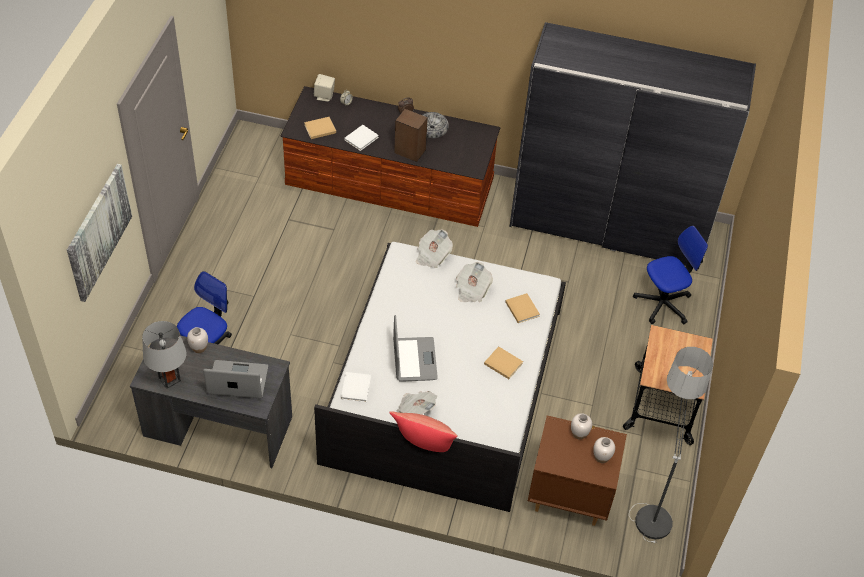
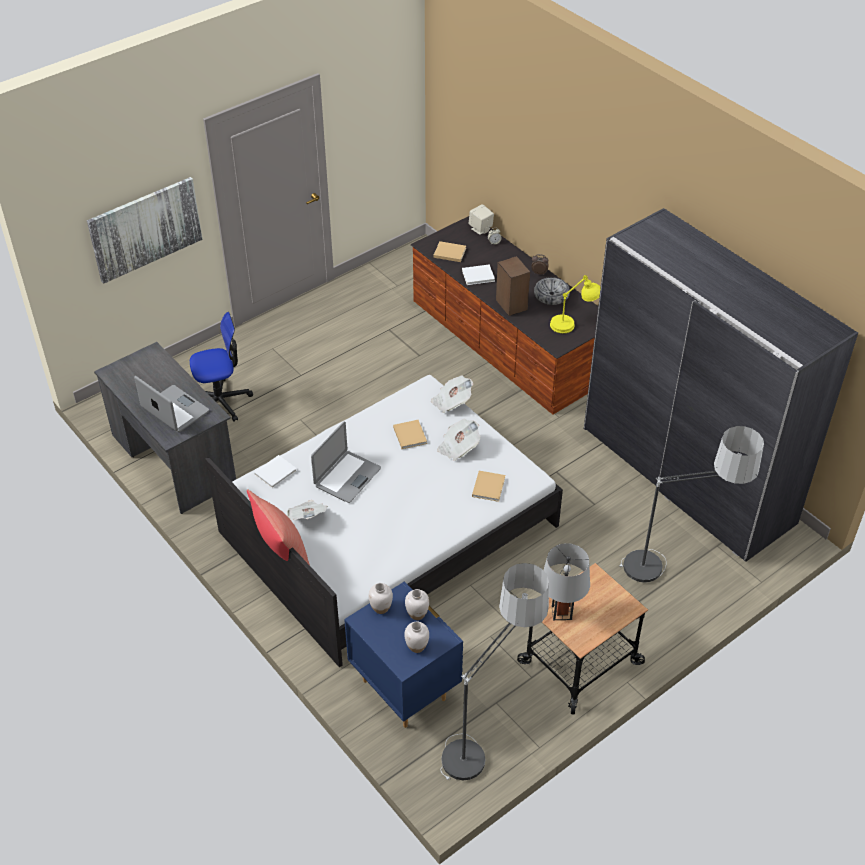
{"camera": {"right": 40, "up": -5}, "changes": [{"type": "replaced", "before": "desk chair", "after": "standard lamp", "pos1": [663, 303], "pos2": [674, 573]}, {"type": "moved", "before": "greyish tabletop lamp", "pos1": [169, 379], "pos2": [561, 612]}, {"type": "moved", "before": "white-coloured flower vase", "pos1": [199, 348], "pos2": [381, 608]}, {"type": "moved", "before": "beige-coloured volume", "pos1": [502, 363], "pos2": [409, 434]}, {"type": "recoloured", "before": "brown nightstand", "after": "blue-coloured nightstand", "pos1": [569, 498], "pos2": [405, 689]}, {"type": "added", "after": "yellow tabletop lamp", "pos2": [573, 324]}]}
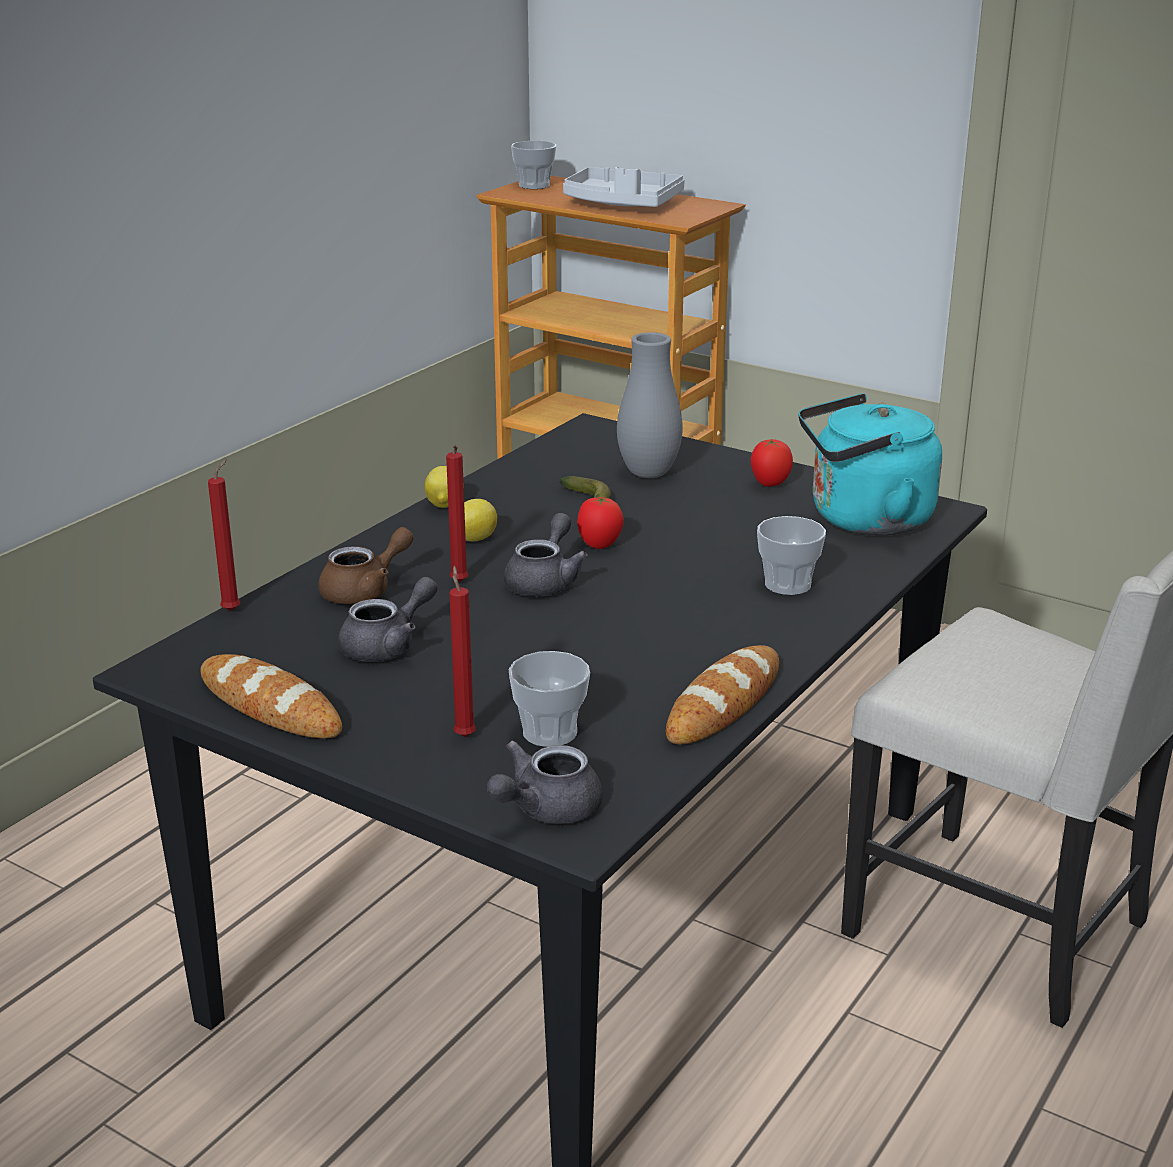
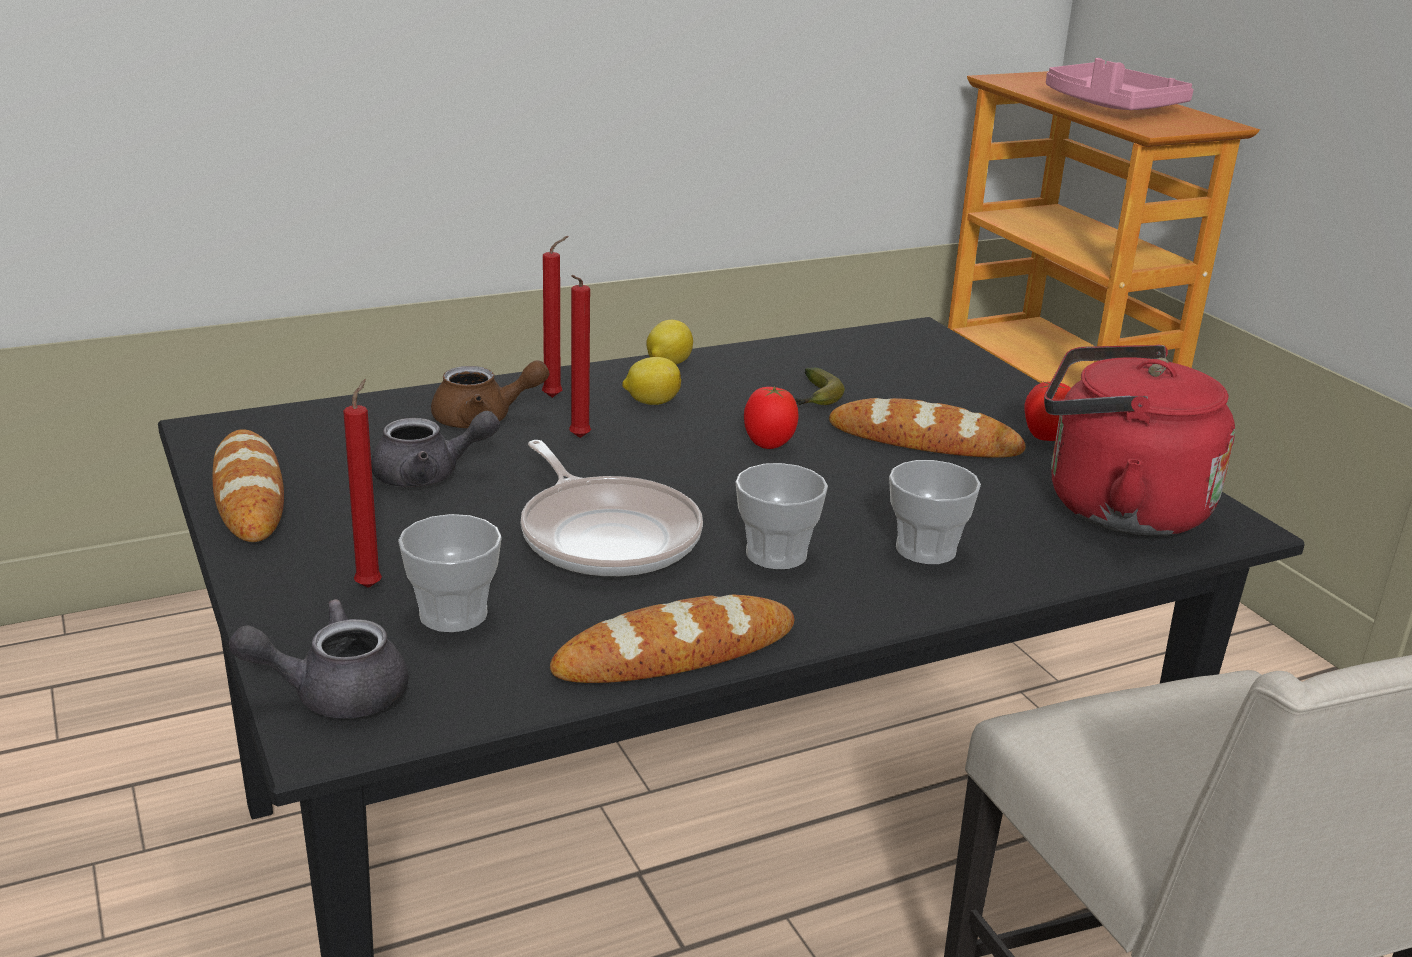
{"camera": {"right": 30, "up": 0}, "changes": [{"type": "moved", "before": "small cup", "pos1": [534, 185], "pos2": [776, 554]}, {"type": "recoloured", "before": "greyish serving tray", "after": "pinkish serving tray", "pos1": [622, 204], "pos2": [1110, 106]}, {"type": "removed", "before": "greyish flower vase", "pos1": [648, 473]}, {"type": "recoloured", "before": "turquoise-coloured kettle", "after": "red-coloured kettle", "pos1": [863, 520], "pos2": [1115, 508]}, {"type": "moved", "before": "red-coloured wax light", "pos1": [233, 609], "pos2": [555, 397]}, {"type": "removed", "before": "greyish pot for tea", "pos1": [545, 581]}, {"type": "added", "after": "bread", "pos2": [924, 441]}, {"type": "added", "after": "frying pan", "pos2": [607, 535]}]}
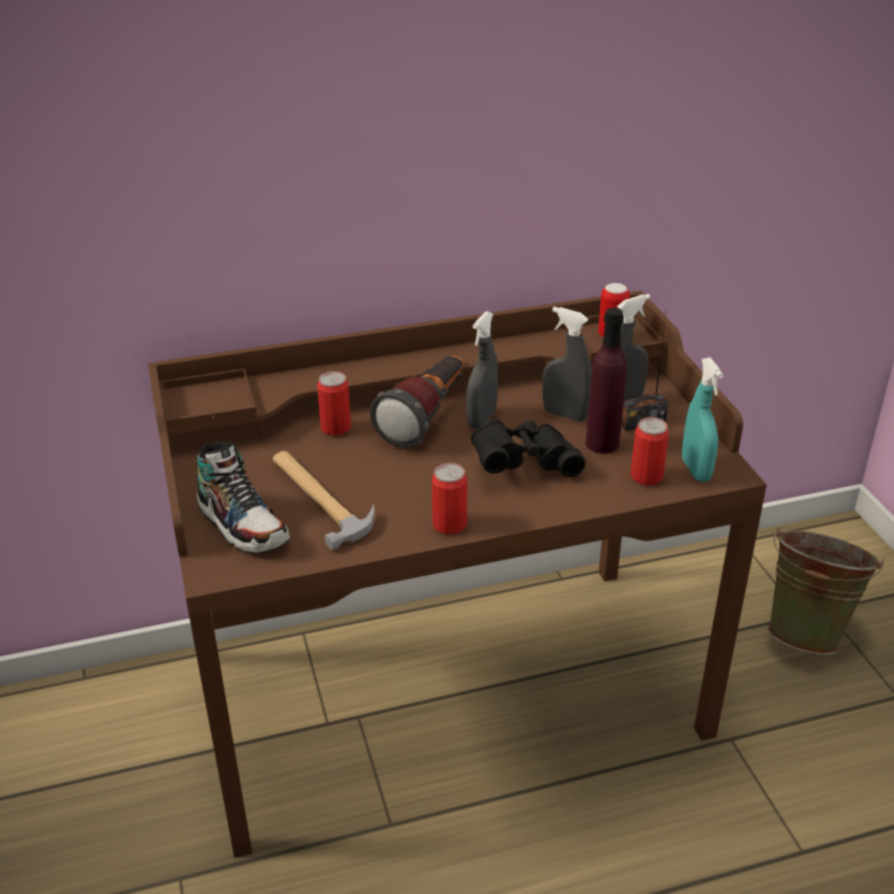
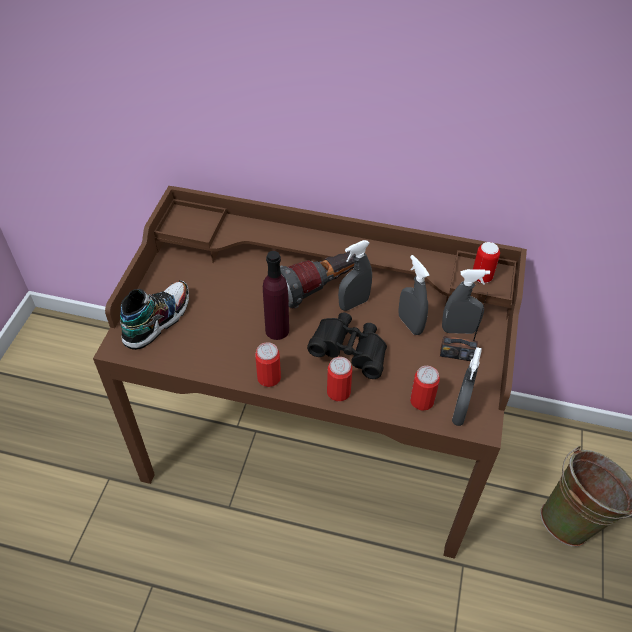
{"camera": {"right": 30, "up": 15}, "changes": [{"type": "moved", "before": "purple drink bottle", "pos1": [602, 443], "pos2": [277, 330]}, {"type": "recoloured", "before": "turquoise-coloured sprayer", "after": "greyish sprayer", "pos1": [695, 470], "pos2": [460, 412]}, {"type": "moved", "before": "metal can", "pos1": [335, 428], "pos2": [338, 392]}, {"type": "turned", "before": "item of footwear", "pos1": [242, 524], "pos2": [157, 320], "turn": -135}, {"type": "removed", "before": "hammer", "pos1": [319, 498]}]}
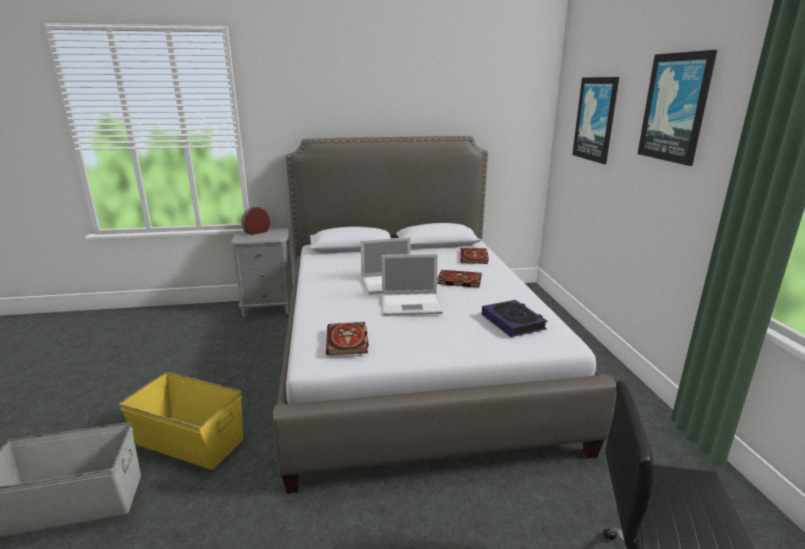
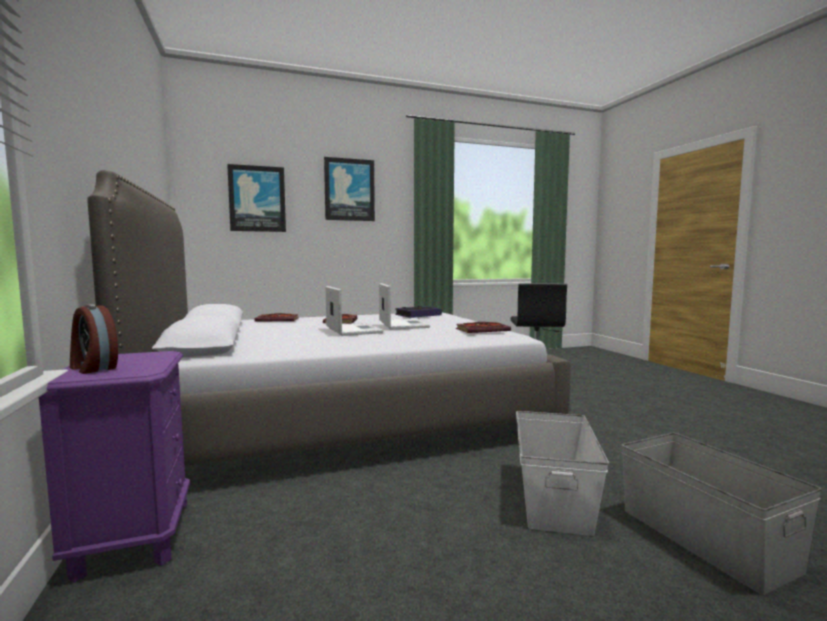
{"camera": {"right": -100, "up": -15}, "changes": [{"type": "recoloured", "before": "greyish nightstand", "after": "purple nightstand", "pos1": [269, 308], "pos2": [133, 537]}, {"type": "recoloured", "before": "yellow storage box", "after": "white-coloured storage box", "pos1": [190, 442], "pos2": [554, 497]}]}
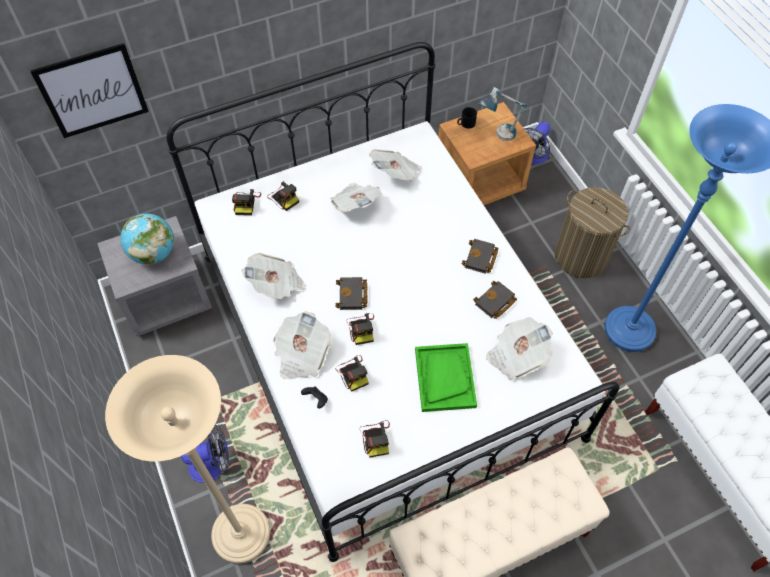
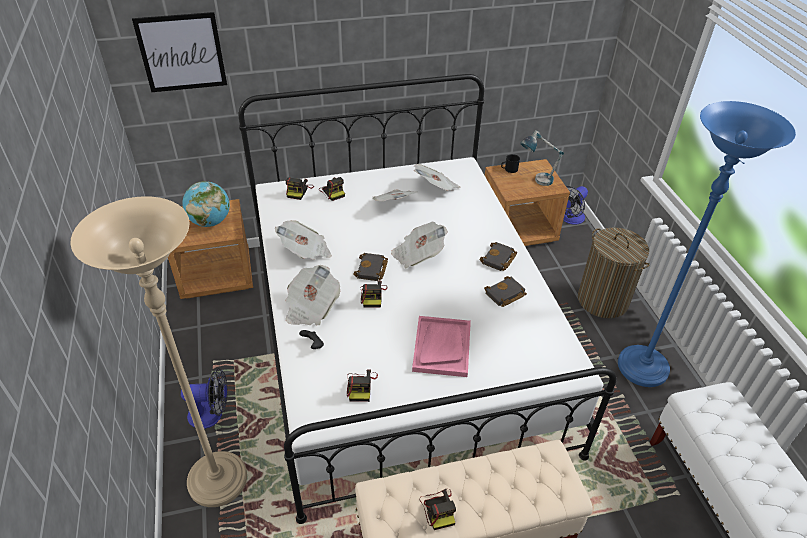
{"camera": {"right": 10, "up": -15}, "changes": [{"type": "recoloured", "before": "greyish nightstand", "after": "brown nightstand", "pos1": [166, 298], "pos2": [217, 275]}, {"type": "moved", "before": "daily paper", "pos1": [516, 356], "pos2": [418, 255]}, {"type": "recoloured", "before": "green serving tray", "after": "pinkish serving tray", "pos1": [444, 378], "pos2": [441, 347]}, {"type": "moved", "before": "photo camera", "pos1": [353, 373], "pos2": [438, 508]}]}
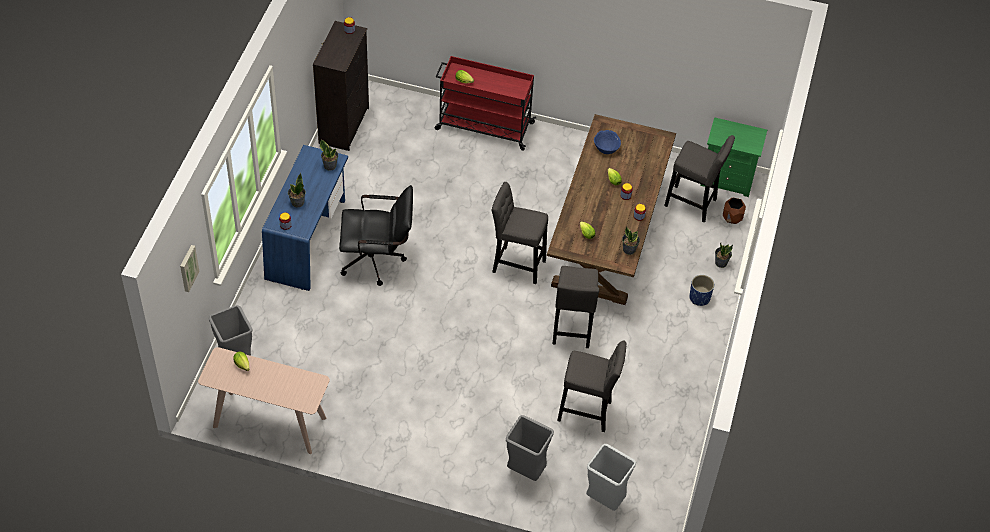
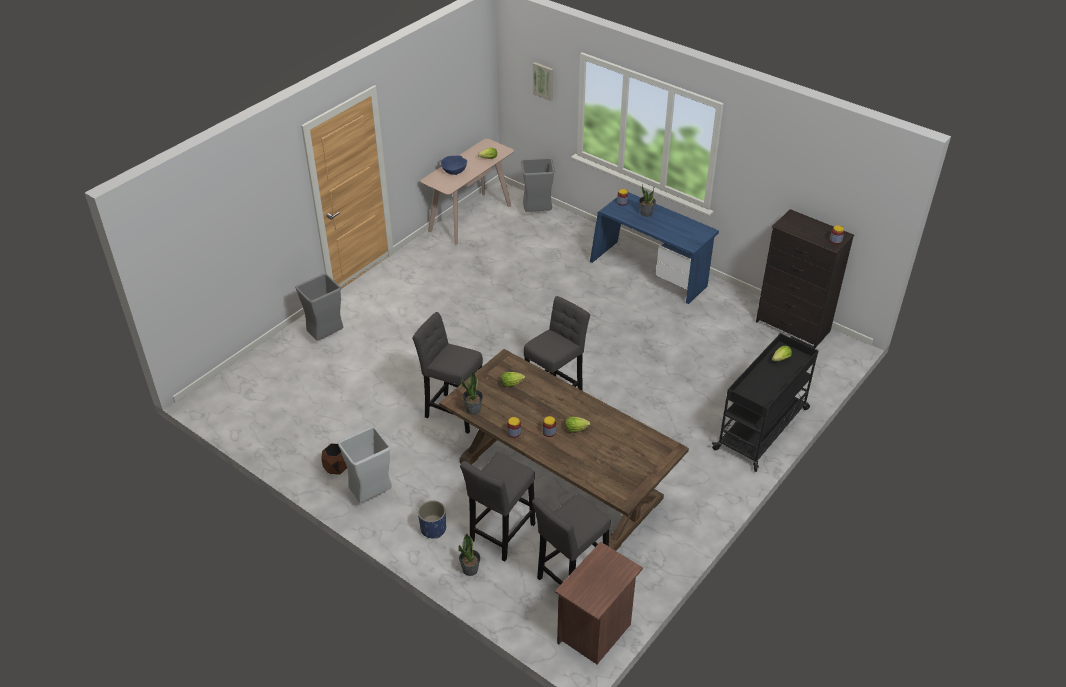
{"camera": {"right": 115, "up": -10}, "changes": [{"type": "recoloured", "before": "red-coloured cart", "after": "black cart", "pos1": [483, 126], "pos2": [762, 428]}, {"type": "recoloured", "before": "green nightstand", "after": "brown nightstand", "pos1": [728, 179], "pos2": [595, 633]}, {"type": "moved", "before": "blue-coloured bowl", "pos1": [606, 148], "pos2": [454, 171]}, {"type": "removed", "before": "houseplant", "pos1": [330, 165]}, {"type": "removed", "before": "black desk chair", "pos1": [377, 260]}, {"type": "moved", "before": "brown flower pot", "pos1": [732, 218], "pos2": [336, 467]}, {"type": "moved", "before": "greyish sitting stool", "pos1": [587, 412], "pos2": [500, 535]}, {"type": "moved", "before": "greyish rubbish bin", "pos1": [605, 500], "pos2": [371, 496]}]}
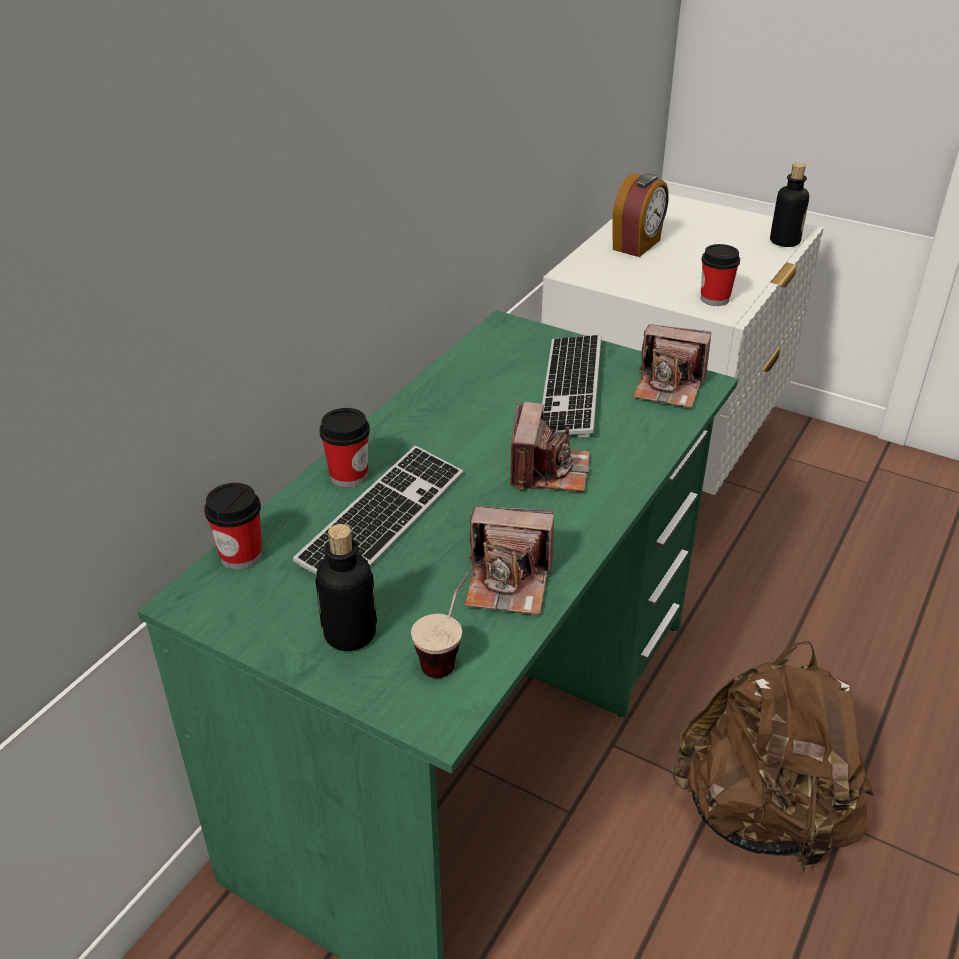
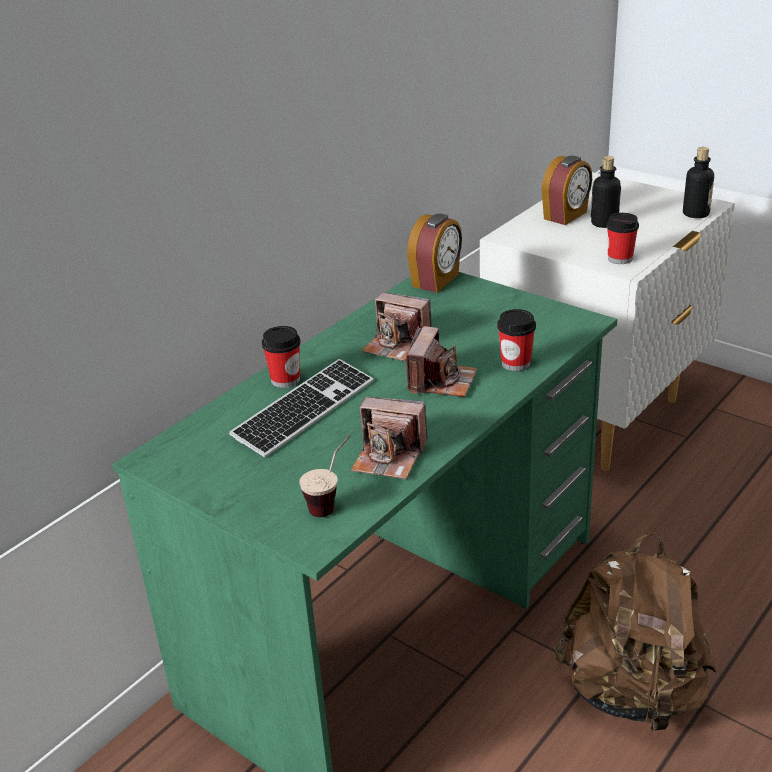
{"camera": {"right": 10, "up": -5}, "changes": [{"type": "moved", "before": "photo camera", "pos1": [669, 387], "pos2": [396, 344]}, {"type": "removed", "before": "keyboard", "pos1": [570, 388]}, {"type": "moved", "before": "small cup", "pos1": [241, 556], "pos2": [516, 363]}, {"type": "moved", "before": "drink bottle", "pos1": [350, 634], "pos2": [604, 223]}, {"type": "added", "after": "table clock", "pos2": [436, 280]}]}
